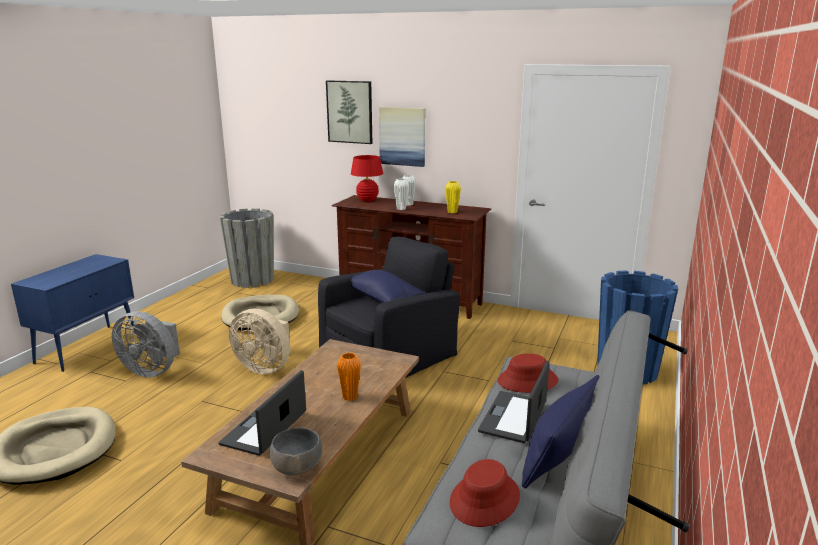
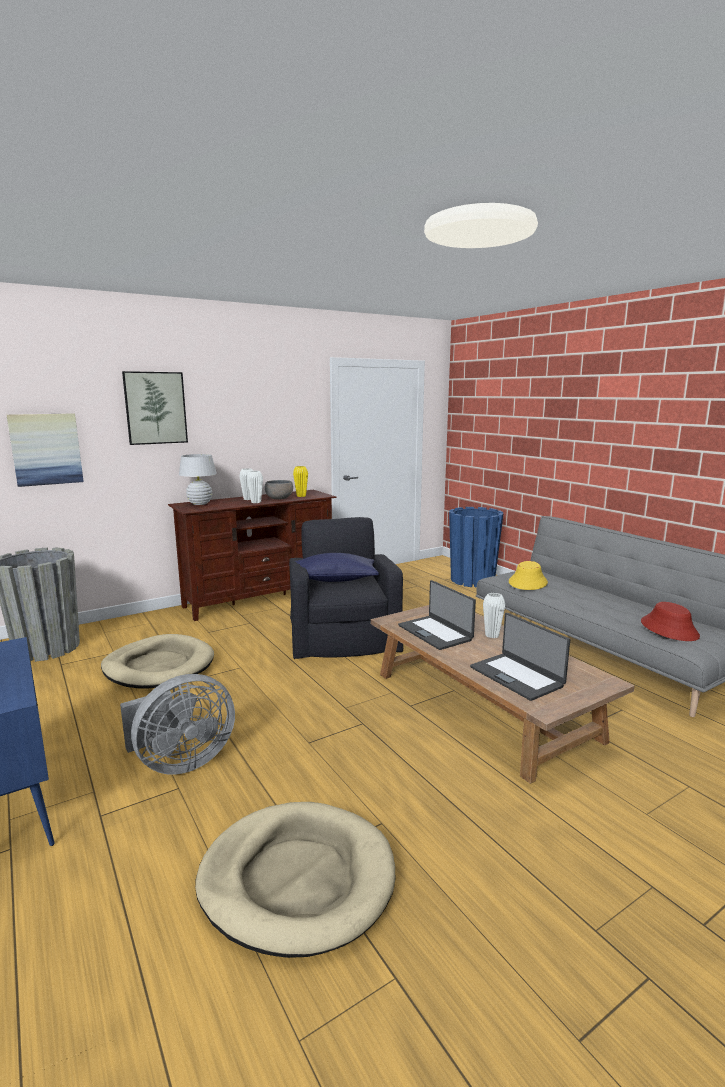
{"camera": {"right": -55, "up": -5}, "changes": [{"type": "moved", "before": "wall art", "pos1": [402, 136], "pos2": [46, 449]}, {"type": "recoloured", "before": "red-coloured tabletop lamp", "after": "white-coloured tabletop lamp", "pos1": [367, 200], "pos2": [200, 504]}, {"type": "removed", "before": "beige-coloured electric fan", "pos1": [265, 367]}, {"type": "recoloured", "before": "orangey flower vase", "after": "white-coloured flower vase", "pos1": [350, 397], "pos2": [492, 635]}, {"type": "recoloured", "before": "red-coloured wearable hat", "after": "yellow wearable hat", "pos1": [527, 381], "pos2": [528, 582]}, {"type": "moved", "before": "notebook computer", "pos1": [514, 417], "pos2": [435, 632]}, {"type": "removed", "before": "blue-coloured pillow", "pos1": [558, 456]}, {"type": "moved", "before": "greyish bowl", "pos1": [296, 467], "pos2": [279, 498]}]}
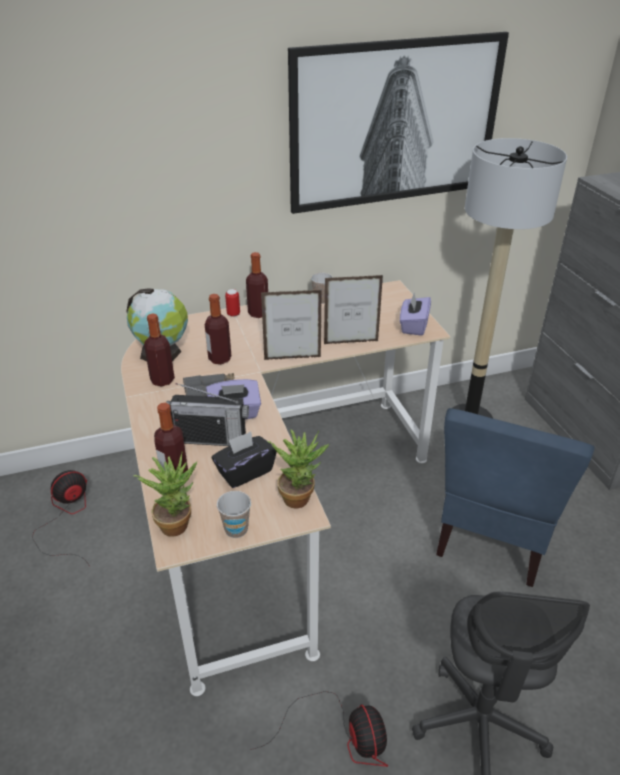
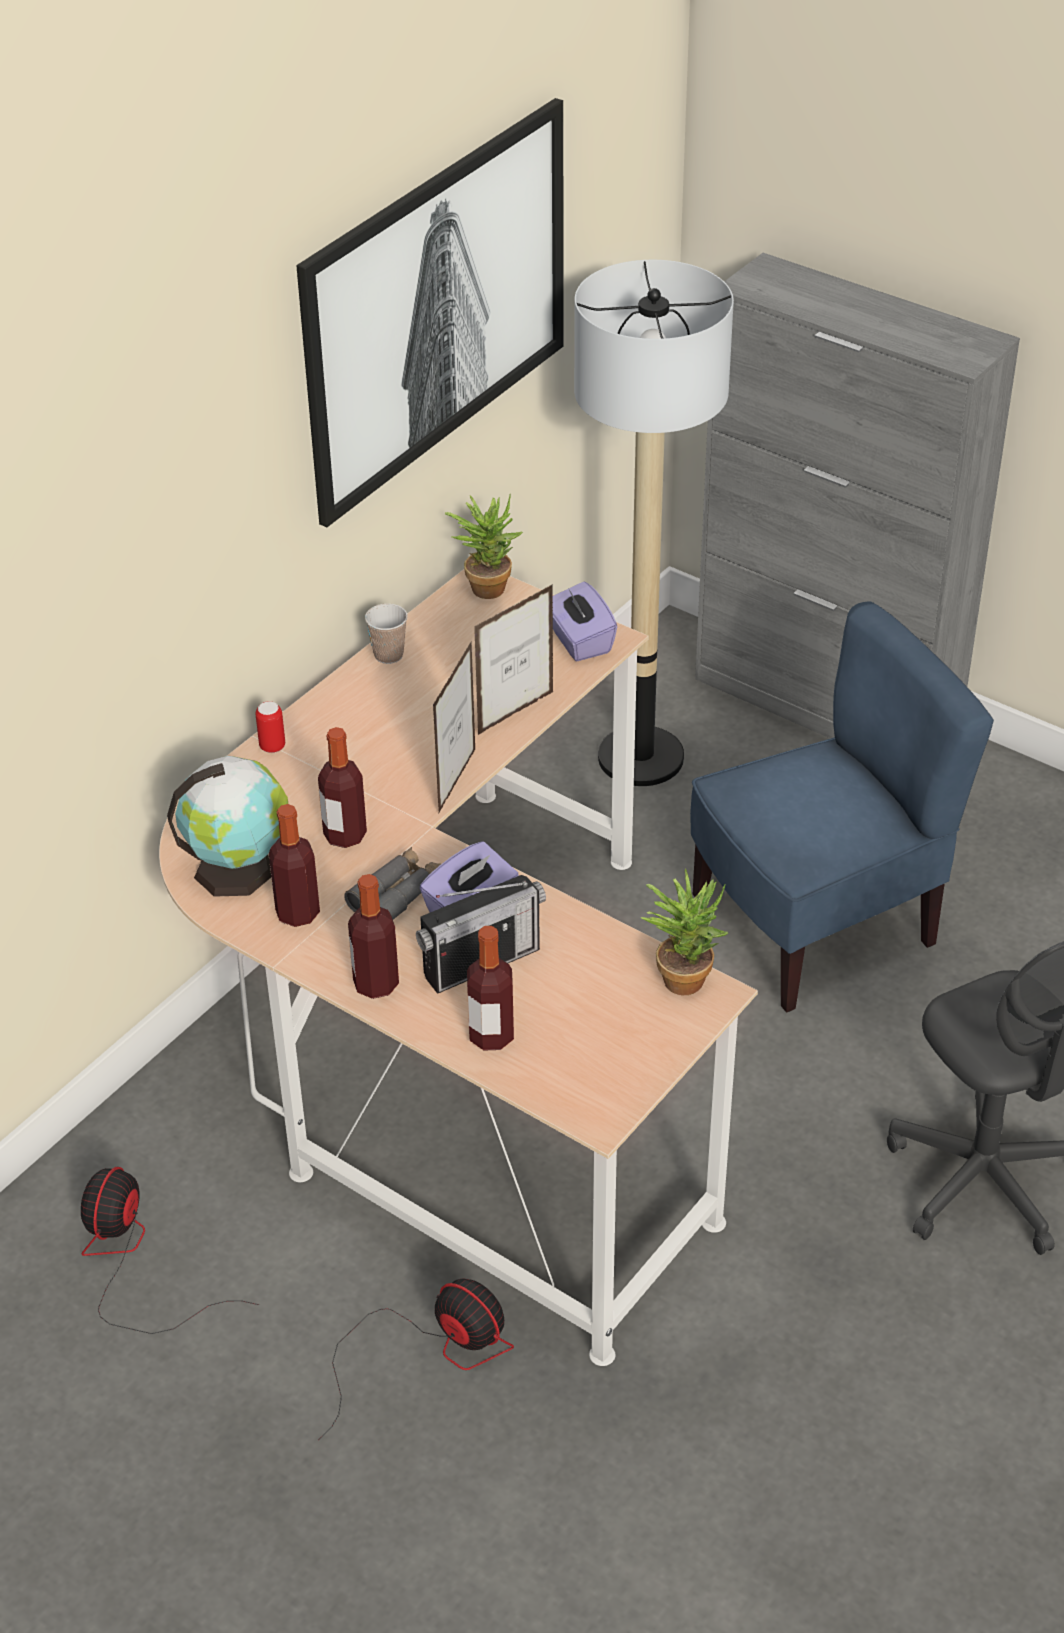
{"camera": {"right": -35, "up": 5}, "changes": [{"type": "moved", "before": "drink bottle", "pos1": [258, 313], "pos2": [376, 984]}, {"type": "turned", "before": "photo frame", "pos1": [292, 358], "pos2": [457, 781], "turn": 150}, {"type": "turned", "before": "blue-coloured chair", "pos1": [494, 533], "pos2": [816, 924], "turn": -105}, {"type": "removed", "before": "black tissue box", "pos1": [245, 471]}, {"type": "moved", "before": "houseplant", "pos1": [177, 522], "pos2": [486, 585]}, {"type": "removed", "before": "small cup", "pos1": [236, 529]}, {"type": "moved", "before": "electric fan", "pos1": [342, 736], "pos2": [431, 1350]}]}
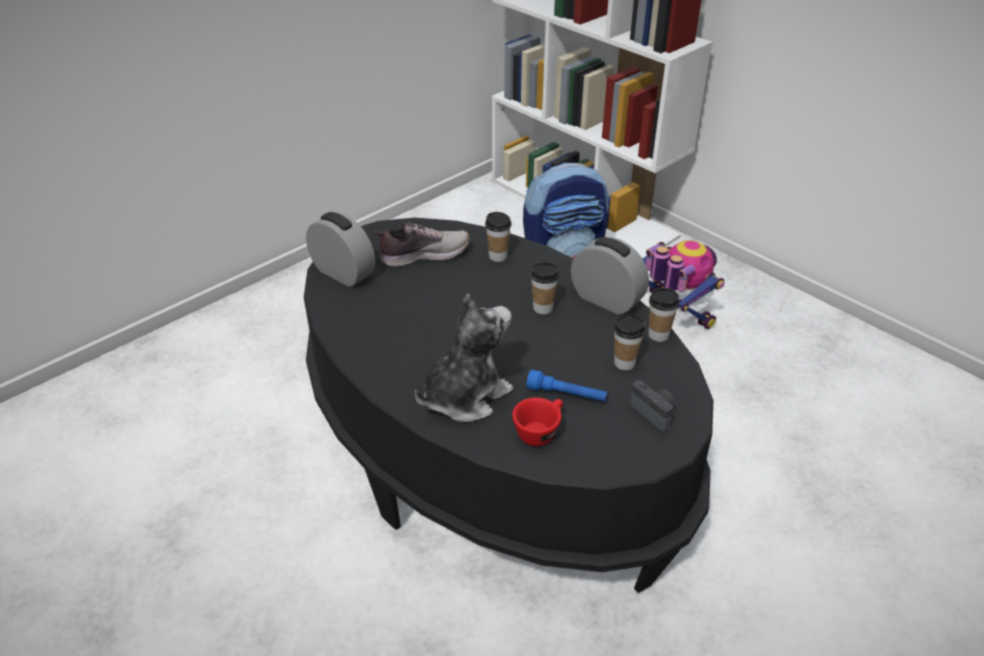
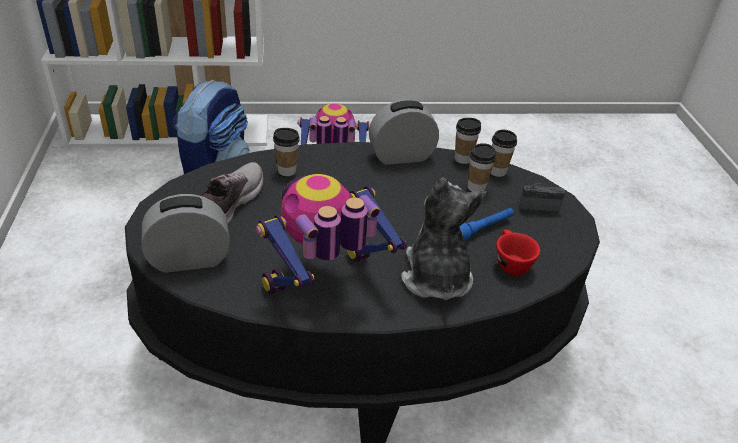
{"camera": {"right": -55, "up": 0}, "changes": [{"type": "moved", "before": "small cup", "pos1": [543, 308], "pos2": [497, 171]}, {"type": "added", "after": "robot figure", "pos2": [324, 283]}]}
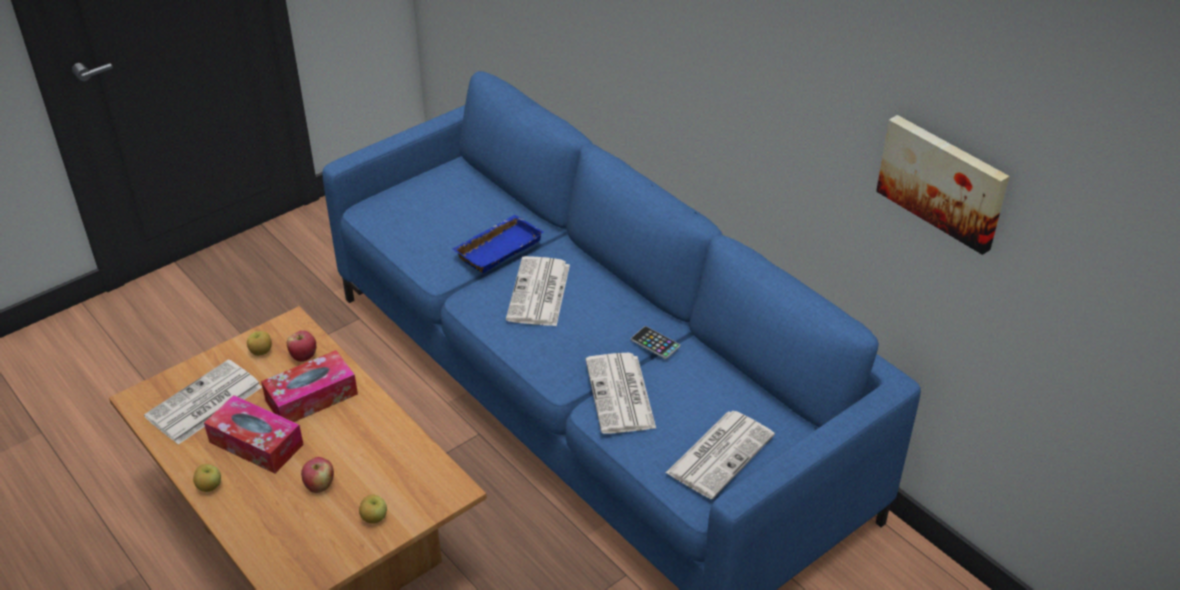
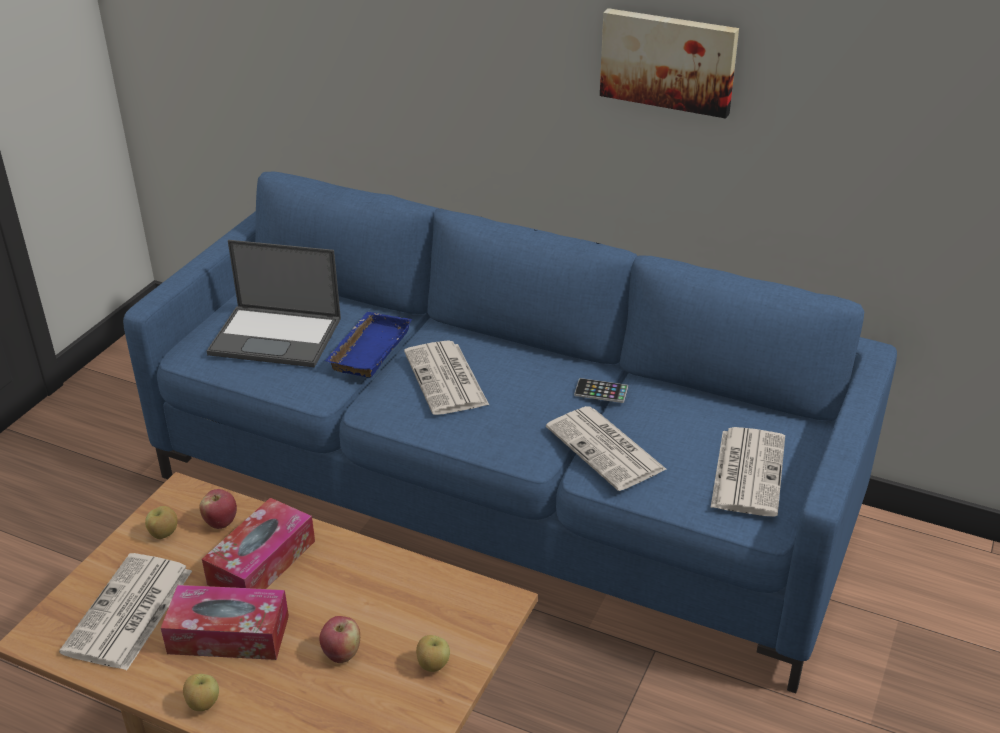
{"camera": {"right": -25, "up": -5}, "changes": [{"type": "moved", "before": "wall art", "pos1": [943, 181], "pos2": [668, 61]}, {"type": "added", "after": "notebook computer", "pos2": [277, 336]}]}
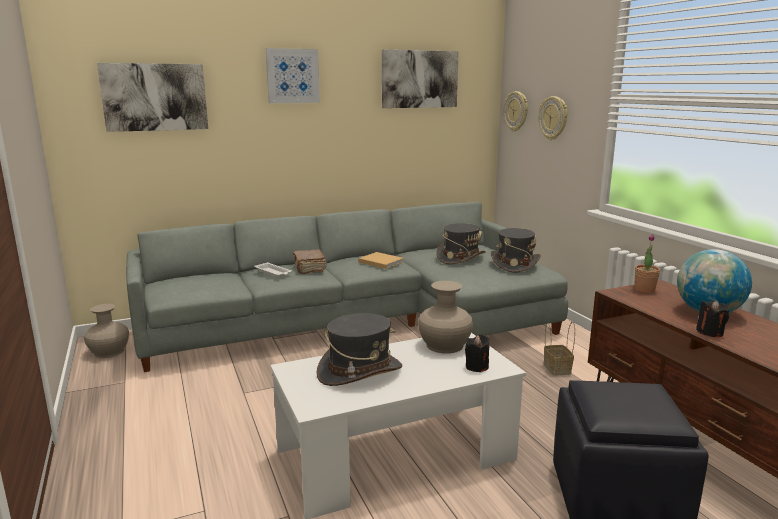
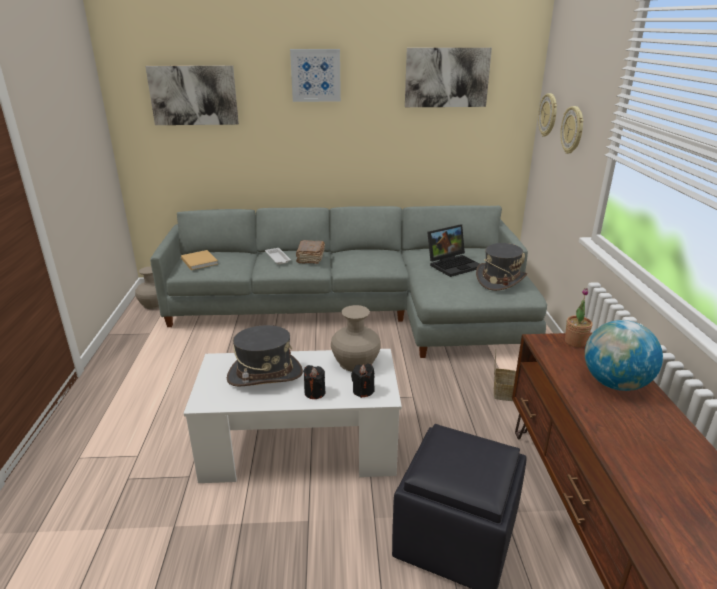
{"camera": {"right": 20, "up": 10}, "changes": [{"type": "replaced", "before": "greyish wearable hat", "after": "notebook computer", "pos1": [460, 258], "pos2": [454, 264]}, {"type": "moved", "before": "beige-coloured volume", "pos1": [380, 262], "pos2": [199, 261]}, {"type": "moved", "before": "black wax light", "pos1": [710, 332], "pos2": [314, 392]}]}
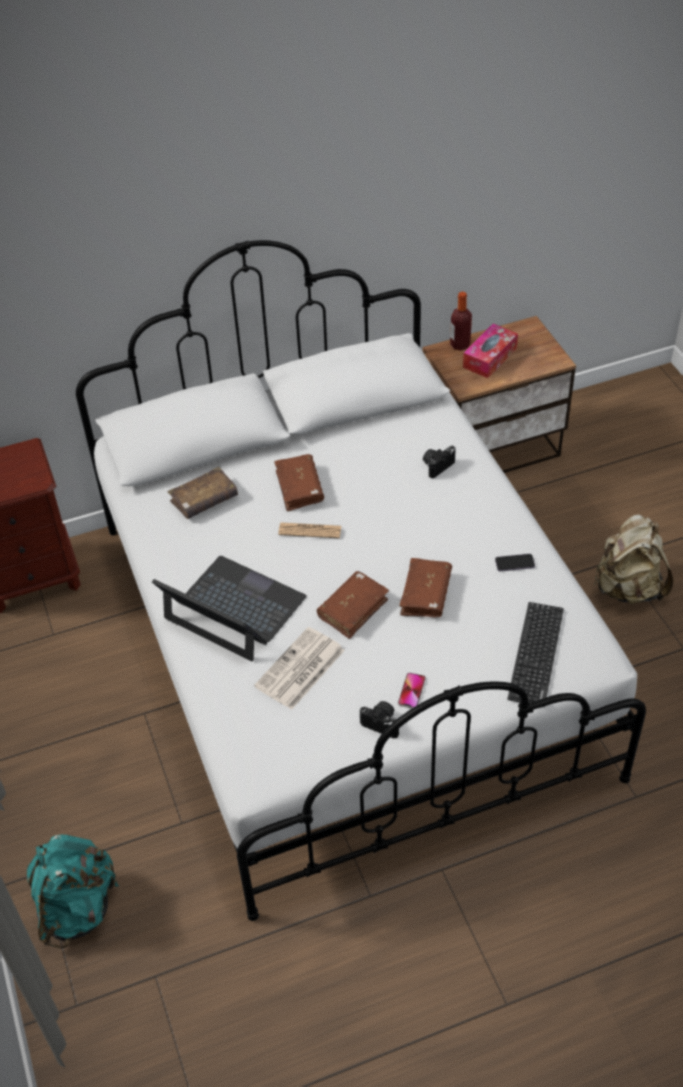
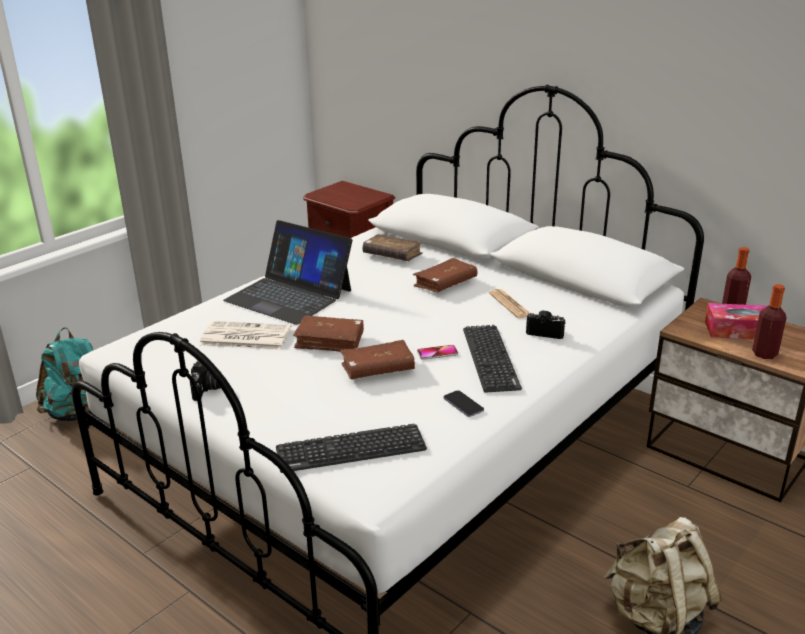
{"camera": {"right": 60, "up": -20}, "changes": [{"type": "moved", "before": "daily paper", "pos1": [310, 531], "pos2": [510, 304]}, {"type": "turned", "before": "notebook computer", "pos1": [234, 609], "pos2": [289, 295], "turn": 120}, {"type": "moved", "before": "handset", "pos1": [411, 691], "pos2": [437, 353]}, {"type": "added", "after": "drink bottle", "pos2": [764, 354]}, {"type": "added", "after": "keyboard", "pos2": [490, 358]}]}
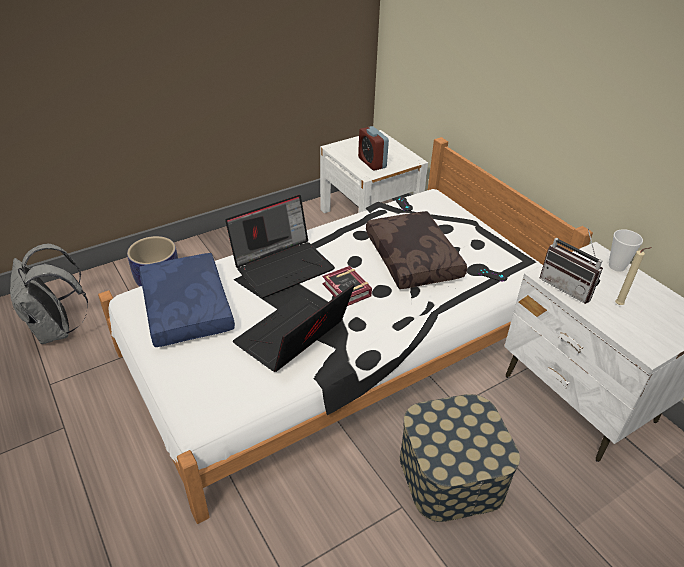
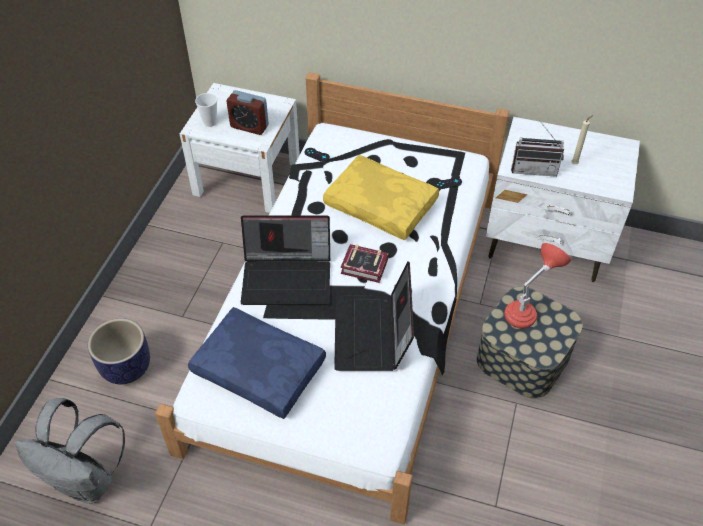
{"camera": {"right": -40, "up": 10}, "changes": [{"type": "turned", "before": "notebook computer", "pos1": [283, 265], "pos2": [288, 277], "turn": 75}, {"type": "recoloured", "before": "brown pillow", "after": "yellow pillow", "pos1": [414, 259], "pos2": [382, 205]}, {"type": "moved", "before": "small cup", "pos1": [616, 266], "pos2": [210, 122]}, {"type": "added", "after": "red-coloured tabletop lamp", "pos2": [527, 311]}]}
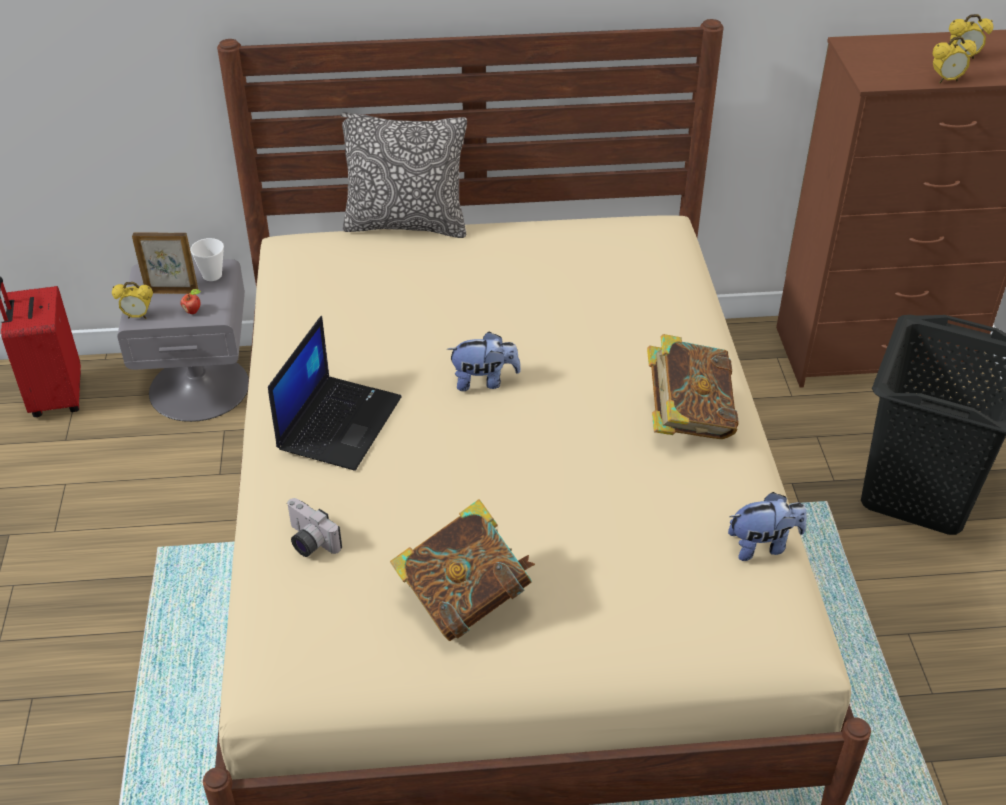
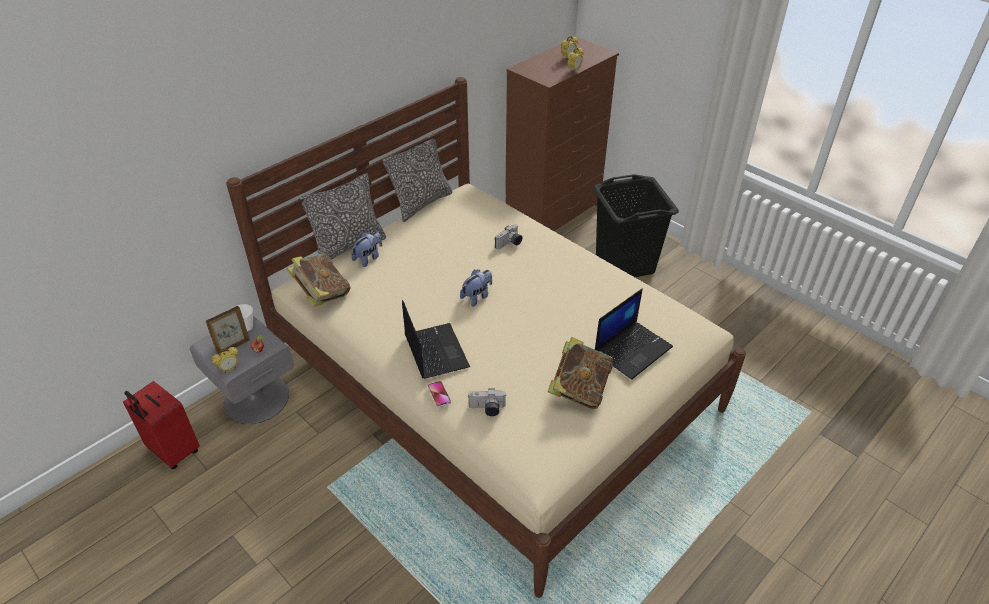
{"camera": {"right": -40, "up": 0}, "changes": [{"type": "moved", "before": "volume", "pos1": [687, 418], "pos2": [322, 294]}, {"type": "moved", "before": "soft toy", "pos1": [763, 545], "pos2": [368, 258]}, {"type": "added", "after": "pillow", "pos2": [421, 203]}, {"type": "added", "after": "photo camera", "pos2": [509, 244]}, {"type": "added", "after": "notebook computer", "pos2": [633, 349]}, {"type": "added", "after": "handset", "pos2": [439, 394]}]}
